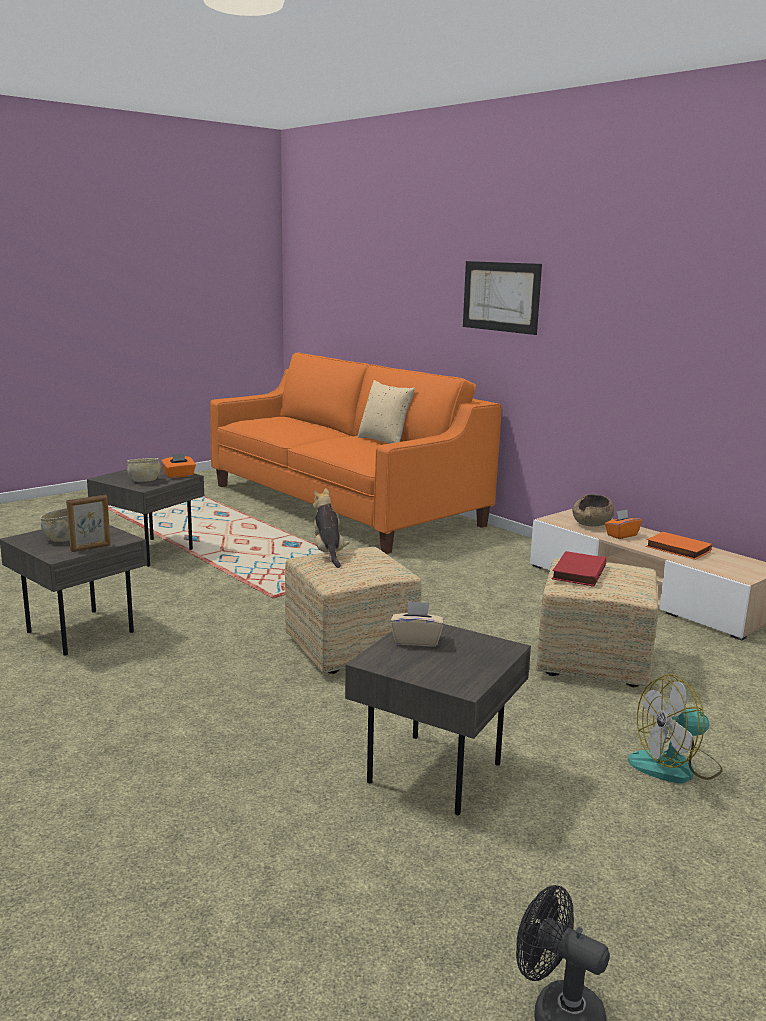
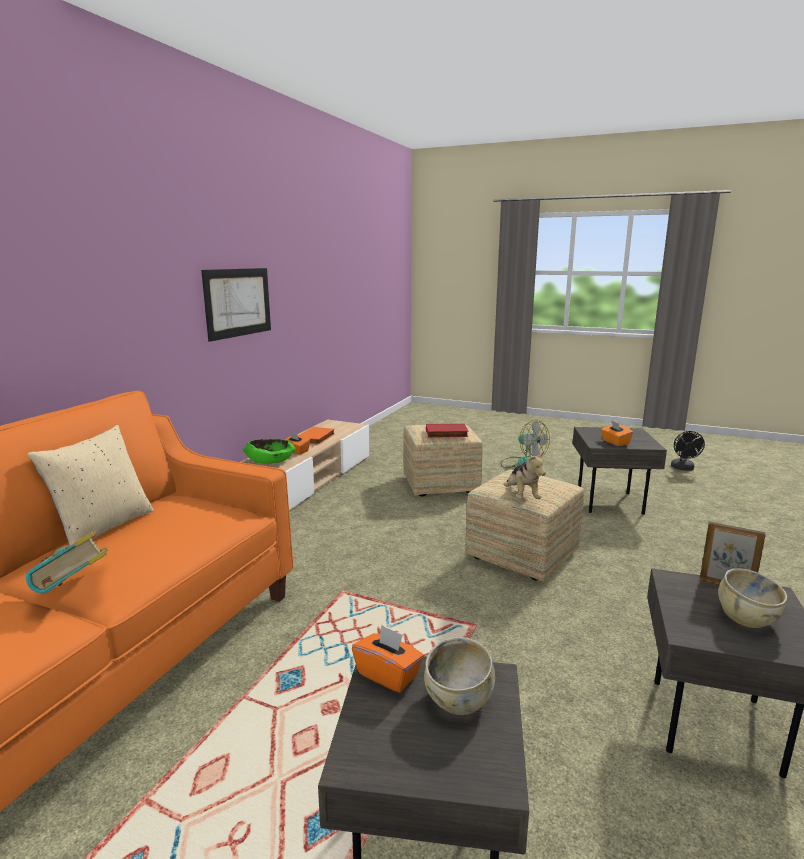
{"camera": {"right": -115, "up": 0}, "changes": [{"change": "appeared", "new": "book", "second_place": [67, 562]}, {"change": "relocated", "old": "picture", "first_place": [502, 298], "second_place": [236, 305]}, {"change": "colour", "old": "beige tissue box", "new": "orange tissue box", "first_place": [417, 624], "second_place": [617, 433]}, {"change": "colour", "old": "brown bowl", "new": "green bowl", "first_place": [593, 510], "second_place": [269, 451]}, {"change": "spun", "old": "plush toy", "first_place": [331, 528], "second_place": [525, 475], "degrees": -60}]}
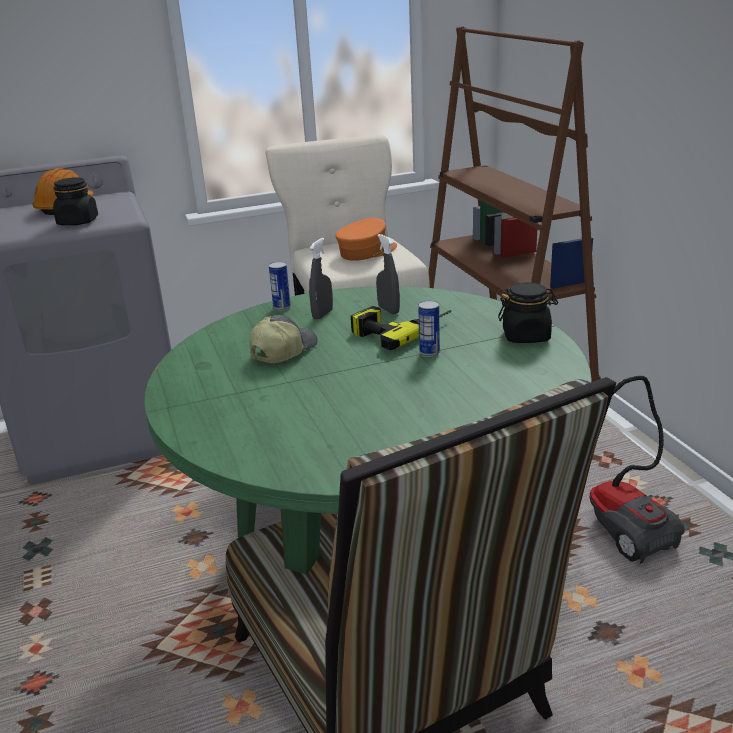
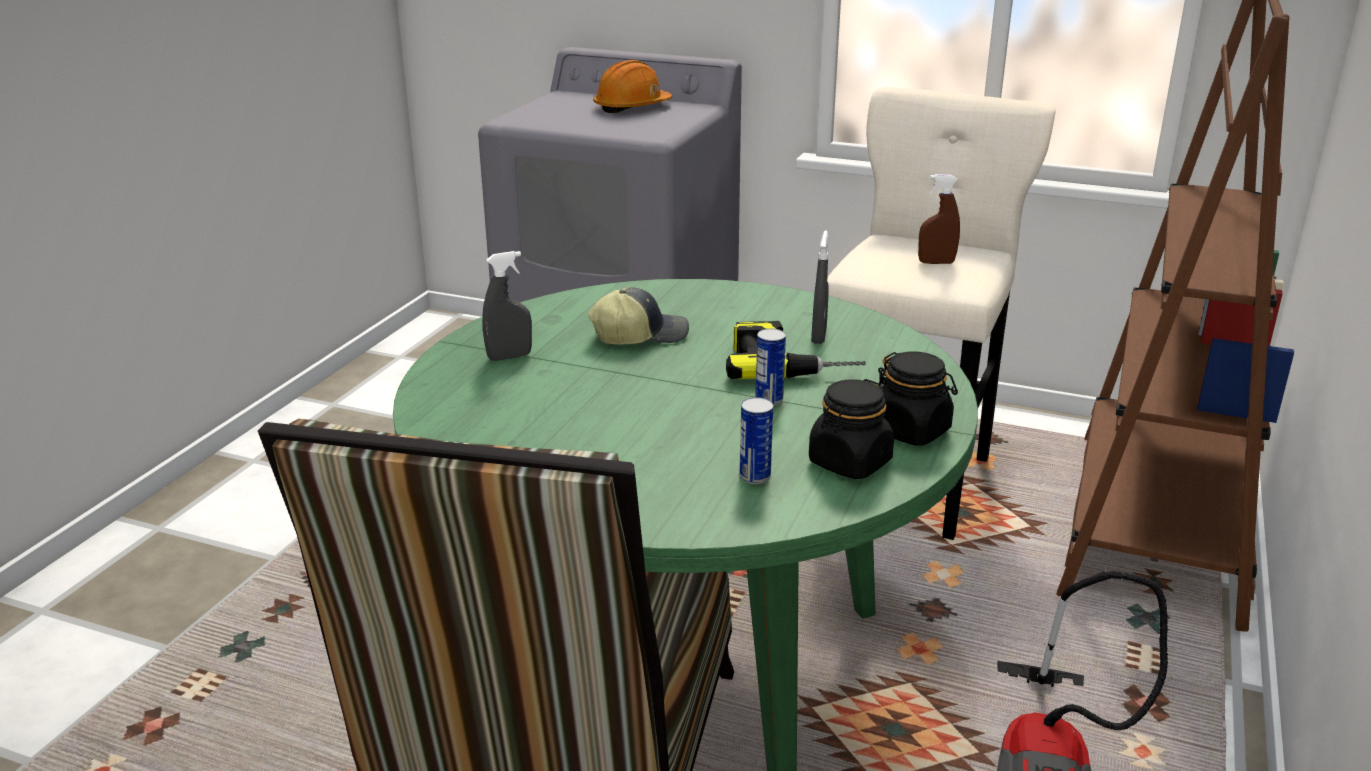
{"camera": {"right": 40, "up": 0}, "changes": [{"change": "relocated", "old": "black jar", "first_place": [75, 201], "second_place": [851, 429]}, {"change": "relocated", "old": "can", "first_place": [280, 286], "second_place": [756, 440]}, {"change": "relocated", "old": "grey spray bottle", "first_place": [321, 279], "second_place": [507, 306]}, {"change": "exchanged", "old": "orange cap", "new": "brown spray bottle", "first_place": [366, 239], "second_place": [939, 219]}]}
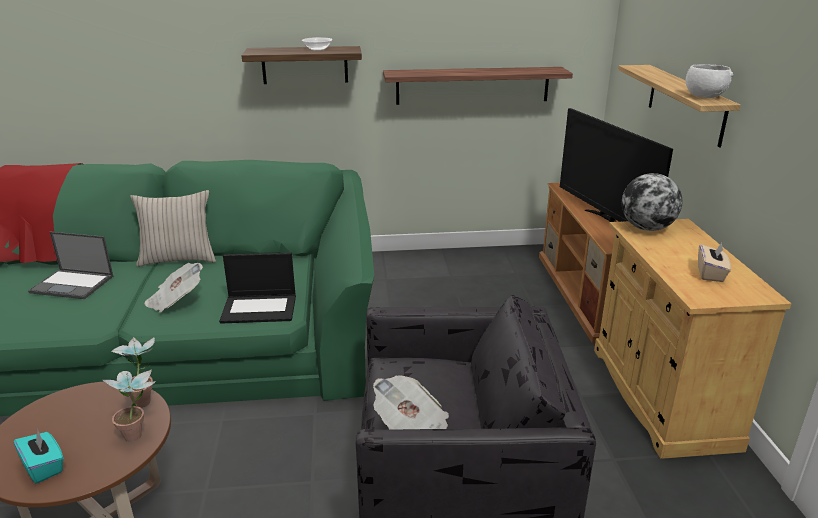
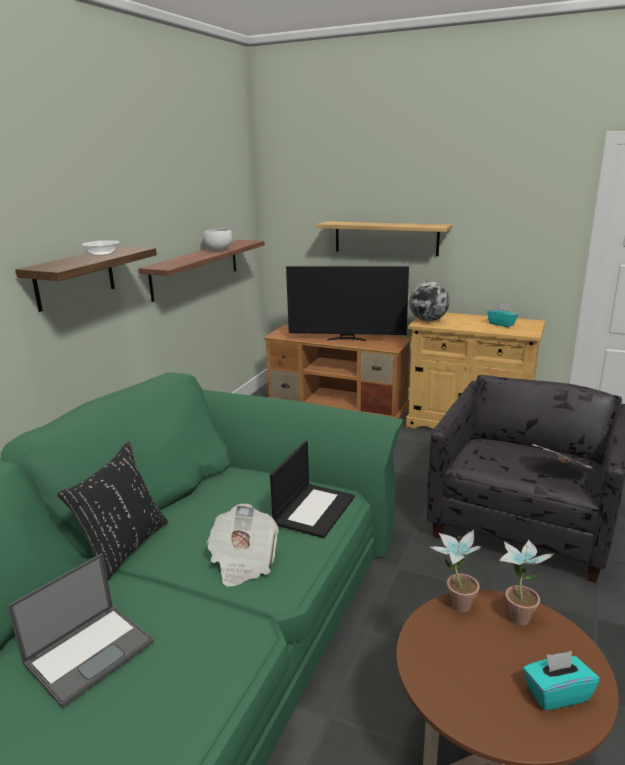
{"camera": {"right": -60, "up": -5}, "changes": [{"change": "relocated", "old": "white bowl", "first_place": [709, 81], "second_place": [217, 239]}, {"change": "colour", "old": "beige pillow", "new": "black pillow", "first_place": [173, 228], "second_place": [112, 511]}, {"change": "colour", "old": "beige tissue box", "new": "turquoise tissue box", "first_place": [714, 262], "second_place": [502, 315]}]}
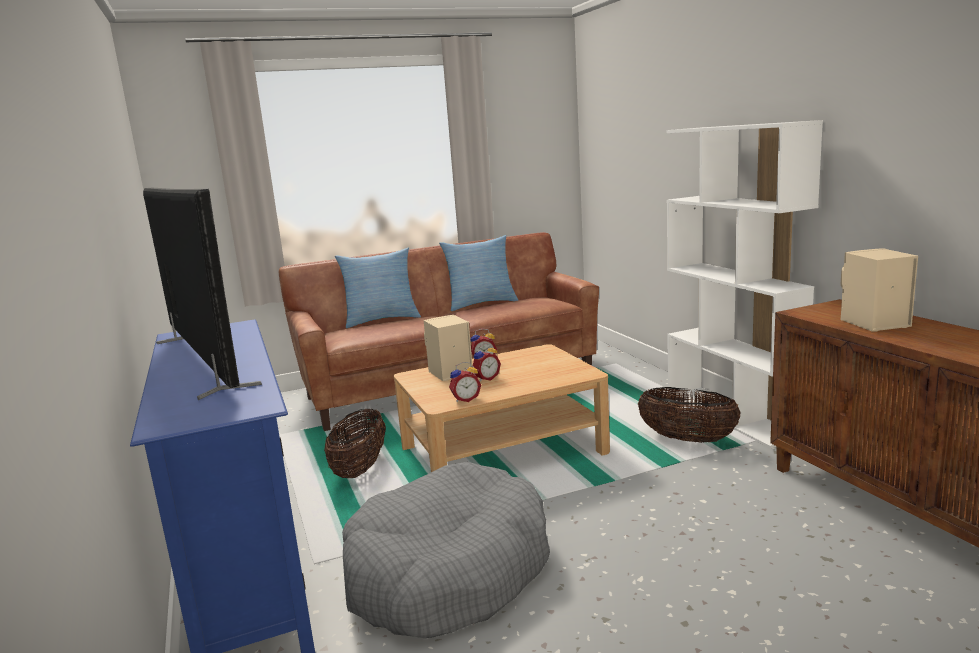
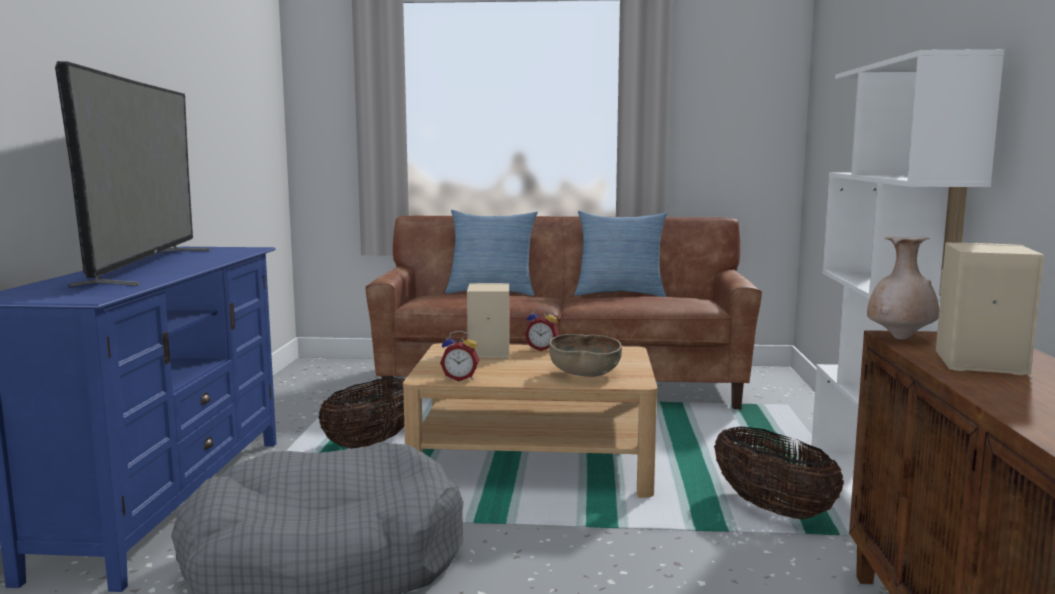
{"camera": {"right": 25, "up": -5}, "changes": [{"change": "missing", "old": "alarm clock", "first_place": [486, 362]}, {"change": "appeared", "new": "brown bowl", "second_place": [585, 355]}, {"change": "appeared", "new": "beige vase", "second_place": [903, 288]}]}
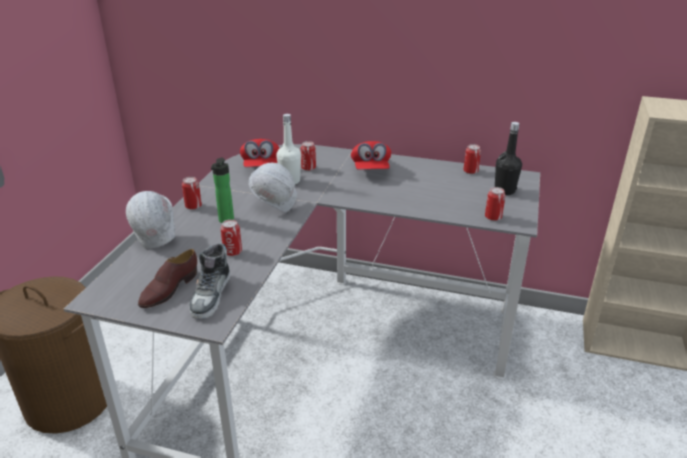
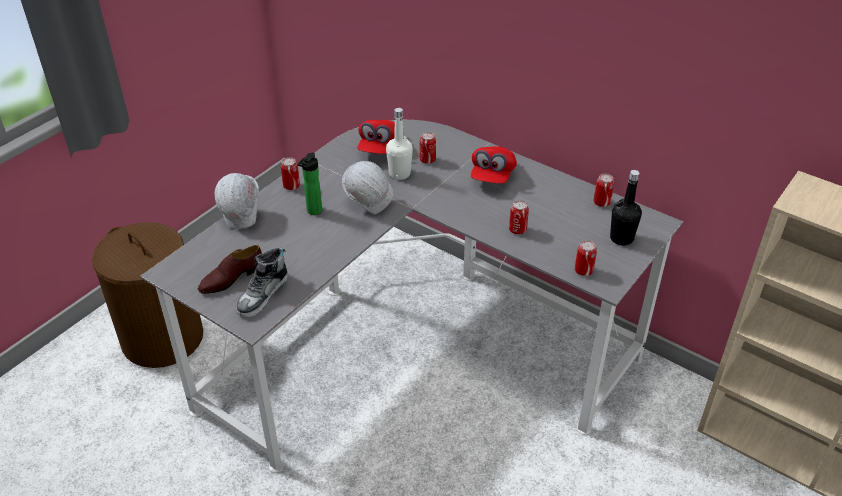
{"camera": {"right": 20, "up": 10}, "changes": [{"change": "relocated", "old": "can", "first_place": [231, 237], "second_place": [519, 217]}]}
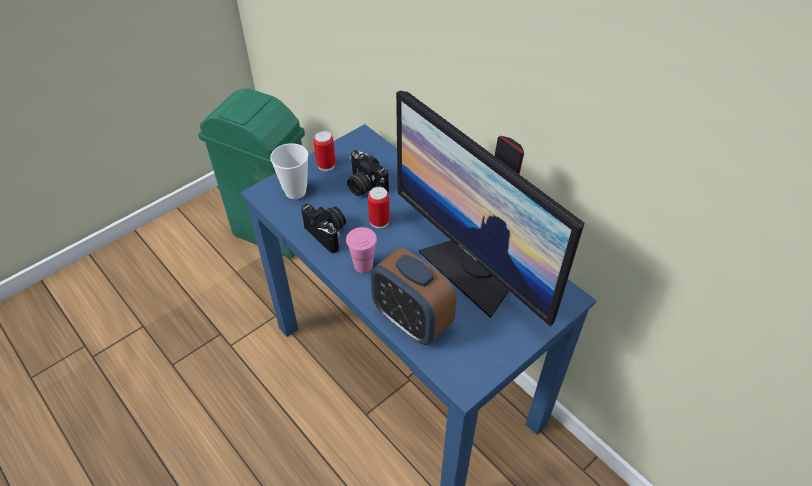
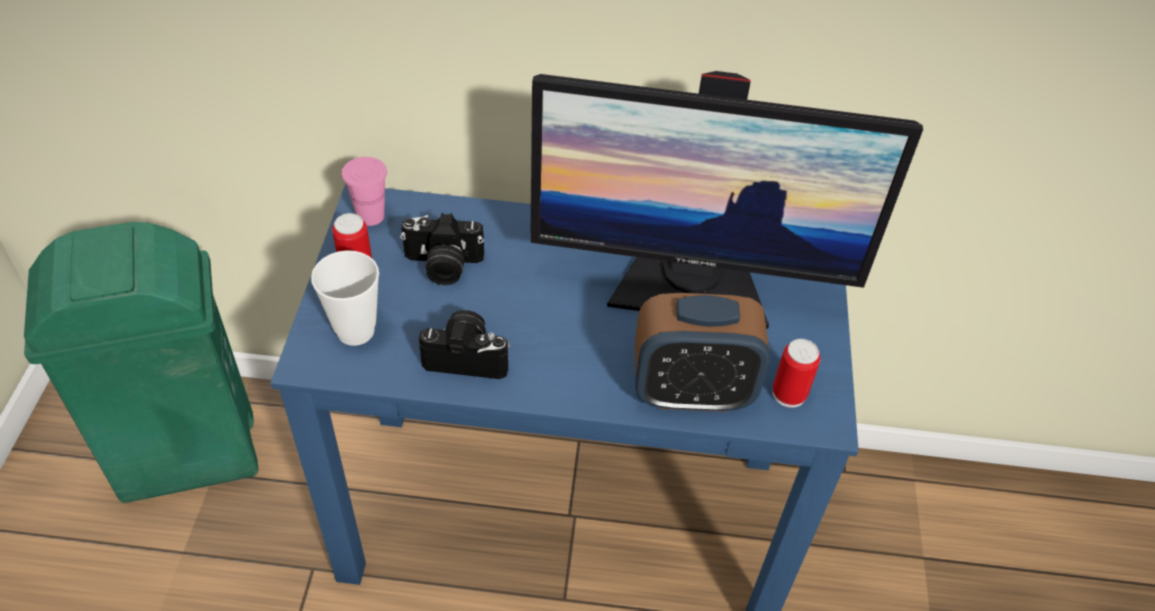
{"camera": {"right": -45, "up": 0}, "changes": [{"change": "relocated", "old": "pink cup", "first_place": [361, 250], "second_place": [364, 191]}, {"change": "relocated", "old": "can", "first_place": [379, 208], "second_place": [796, 373]}]}
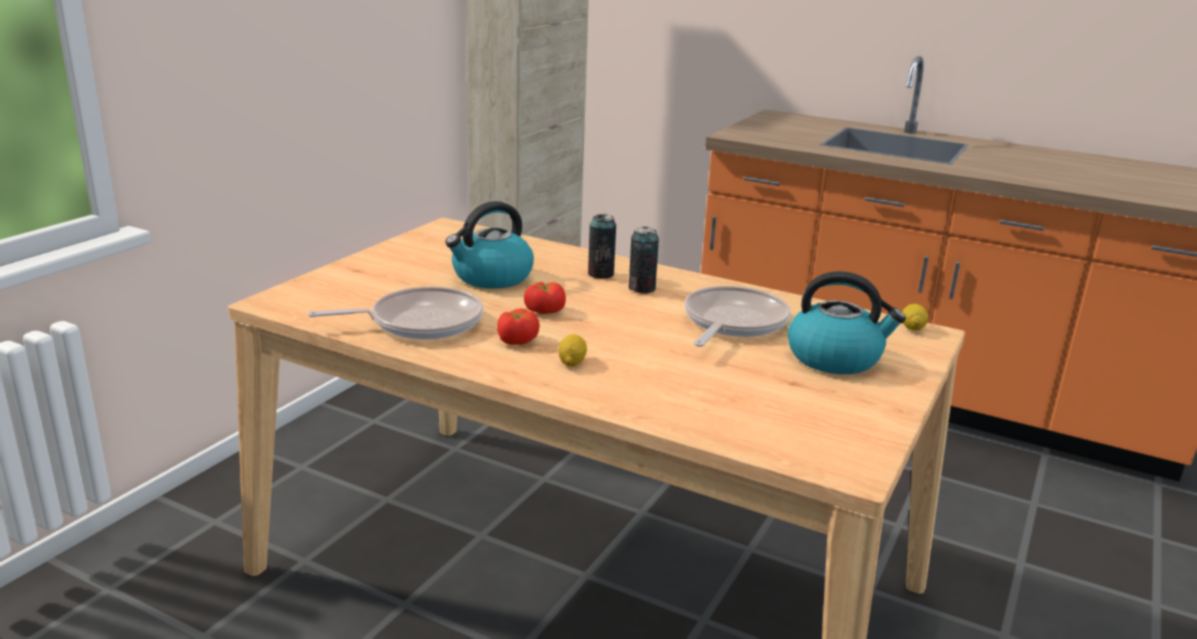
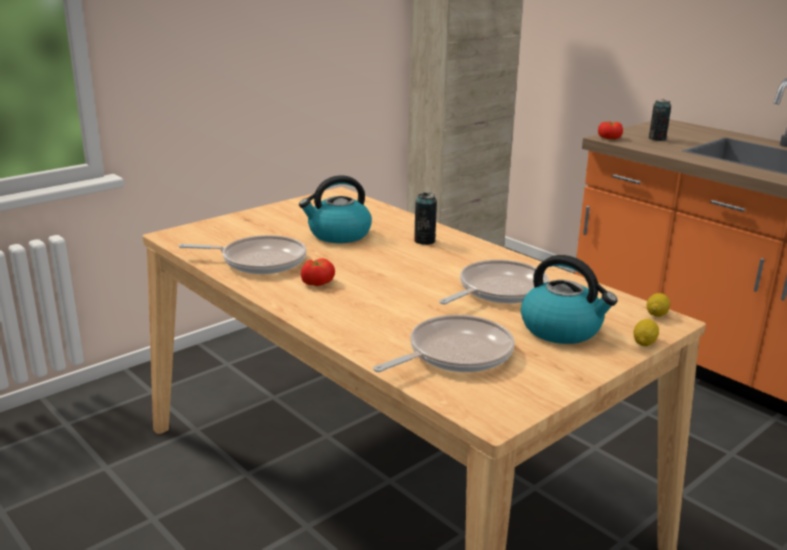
{"camera": {"right": 20, "up": 0}, "changes": [{"change": "appeared", "new": "frying pan", "second_place": [444, 343]}, {"change": "relocated", "old": "tomato", "first_place": [545, 298], "second_place": [610, 130]}, {"change": "relocated", "old": "lemon", "first_place": [572, 350], "second_place": [646, 332]}, {"change": "relocated", "old": "can", "first_place": [644, 260], "second_place": [660, 120]}]}
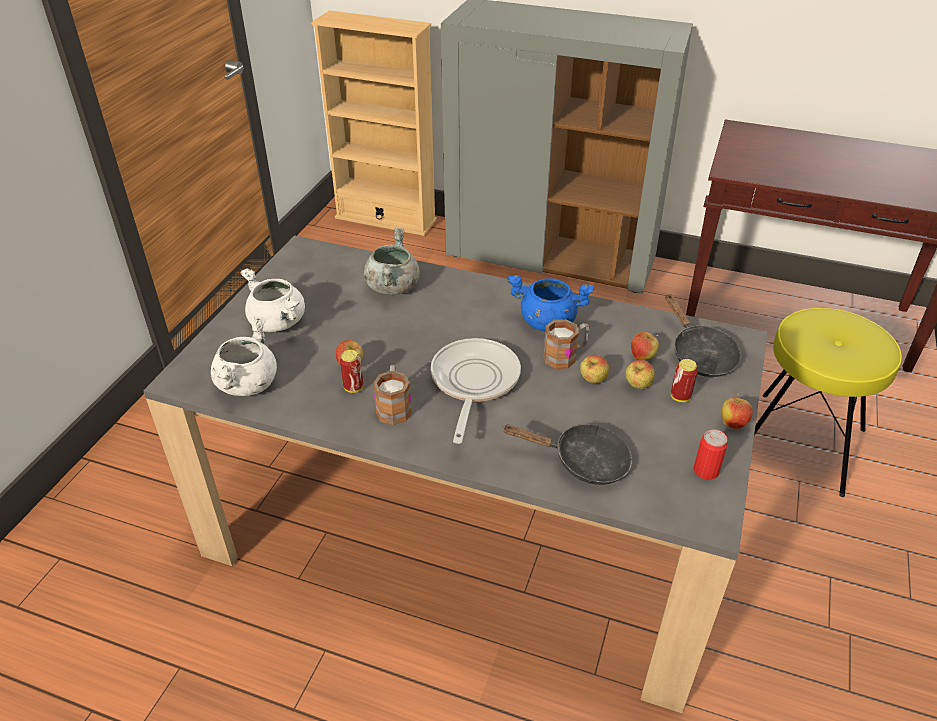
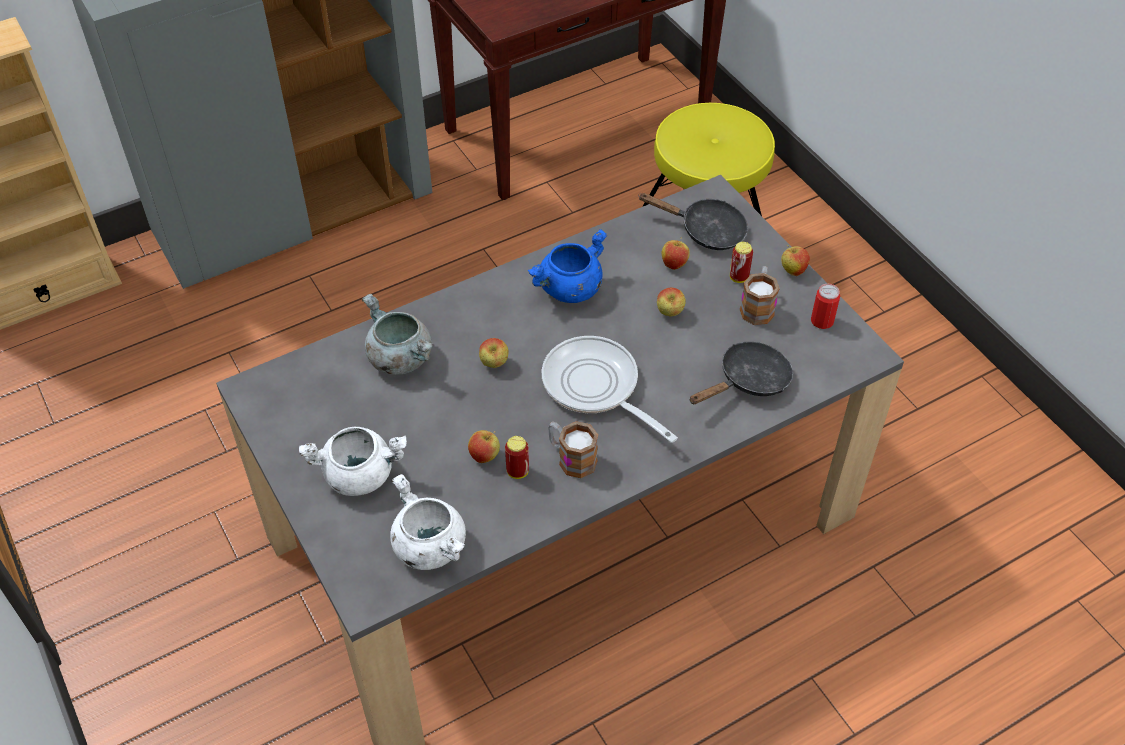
{"camera": {"right": -50, "up": 10}, "changes": [{"change": "relocated", "old": "mug", "first_place": [566, 344], "second_place": [760, 295]}, {"change": "relocated", "old": "apple", "first_place": [640, 374], "second_place": [494, 353]}]}
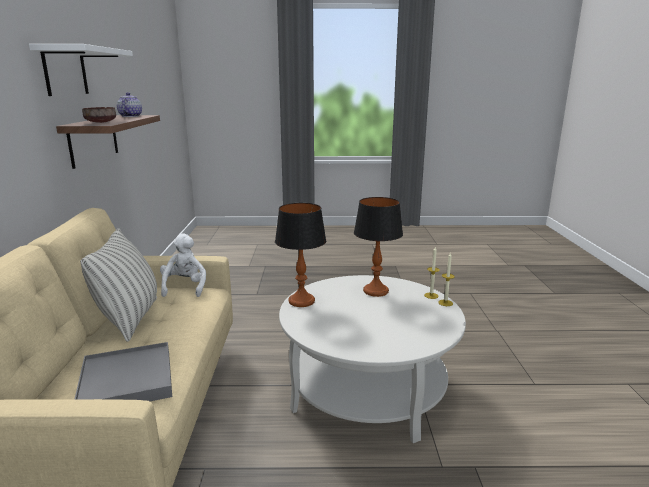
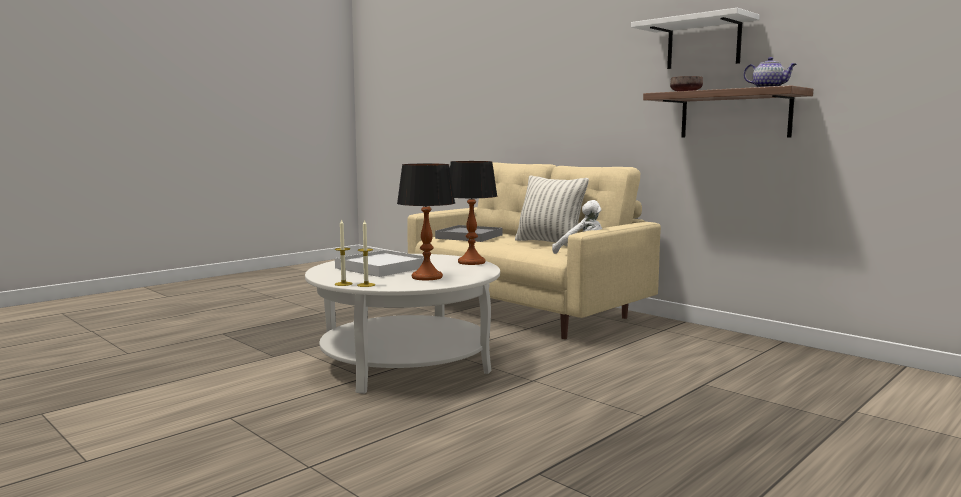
{"camera": {"right": 135, "up": -10}, "changes": [{"change": "appeared", "new": "white tray", "second_place": [379, 263]}]}
